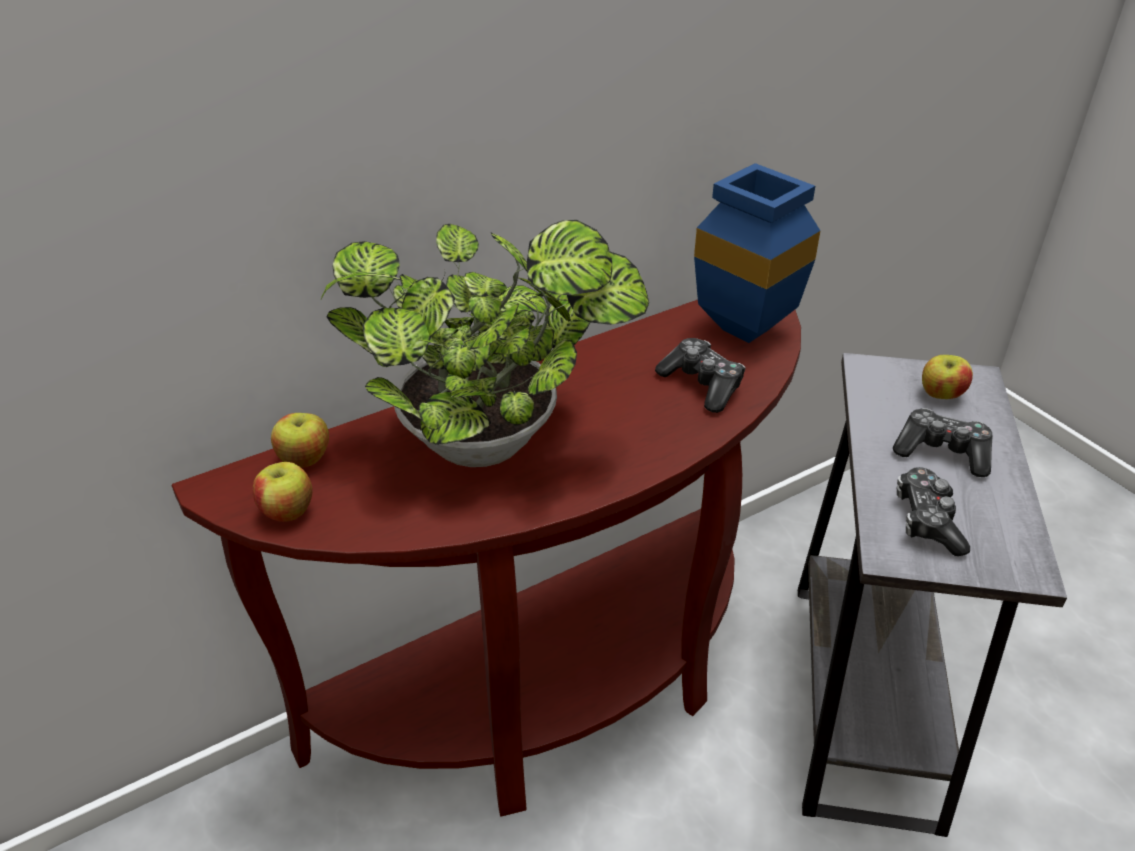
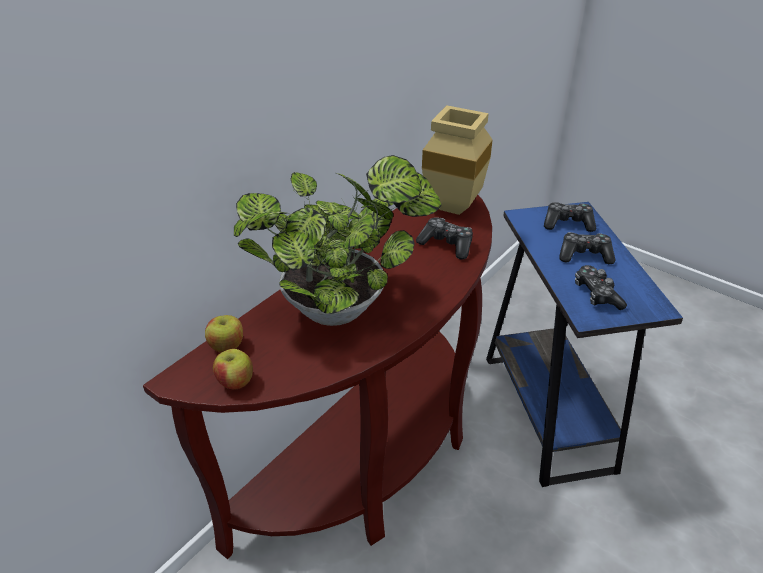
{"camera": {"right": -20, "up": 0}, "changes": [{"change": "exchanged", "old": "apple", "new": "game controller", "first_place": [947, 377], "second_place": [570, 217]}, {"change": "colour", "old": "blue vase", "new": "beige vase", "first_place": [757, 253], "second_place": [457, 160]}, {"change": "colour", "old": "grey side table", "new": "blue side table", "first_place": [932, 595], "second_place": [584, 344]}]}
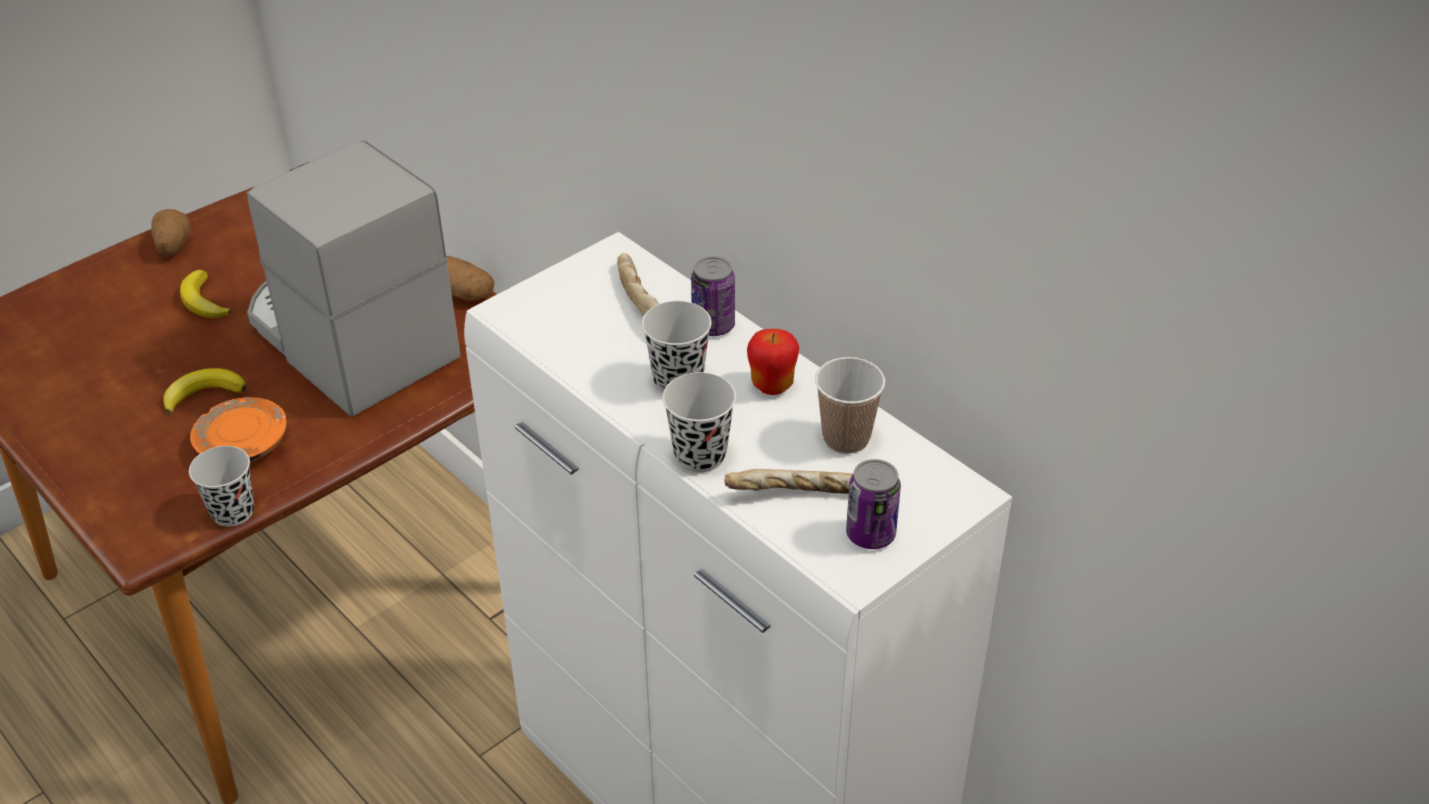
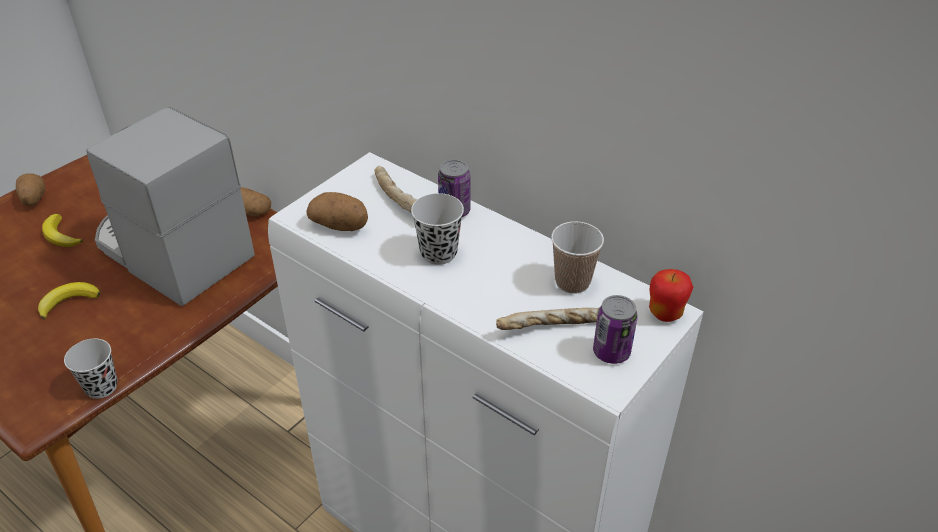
{"camera": {"right": -10, "up": 0}, "changes": [{"change": "missing", "old": "orange plate", "first_place": [238, 429]}, {"change": "missing", "old": "black cup", "first_place": [699, 422]}, {"change": "appeared", "new": "potato", "second_place": [337, 211]}, {"change": "relocated", "old": "apple", "first_place": [773, 362], "second_place": [671, 295]}]}
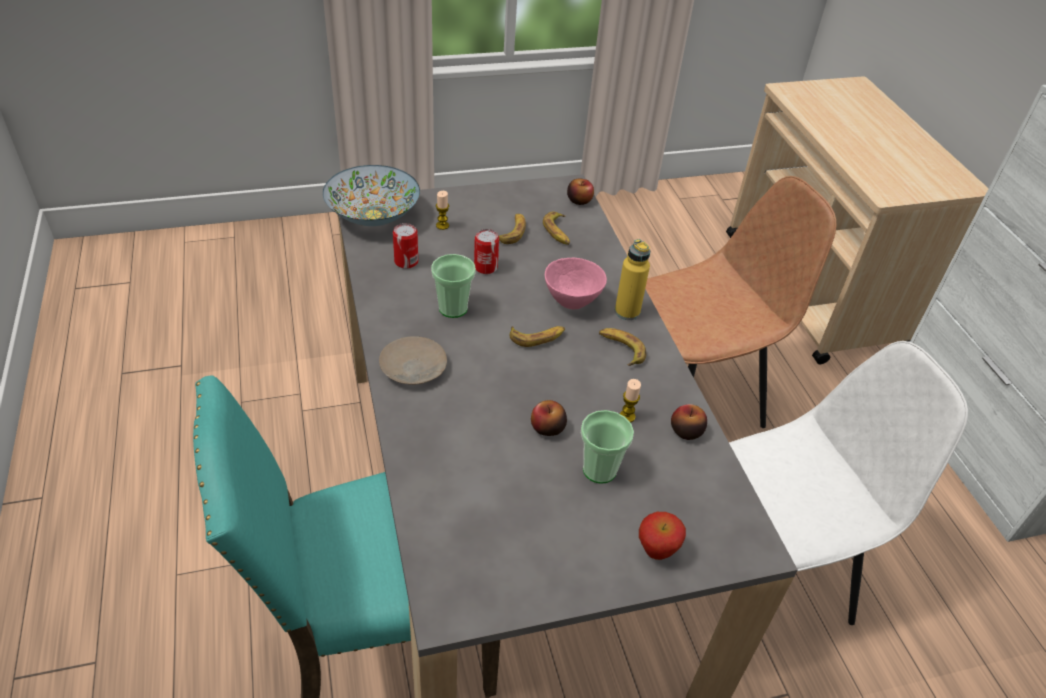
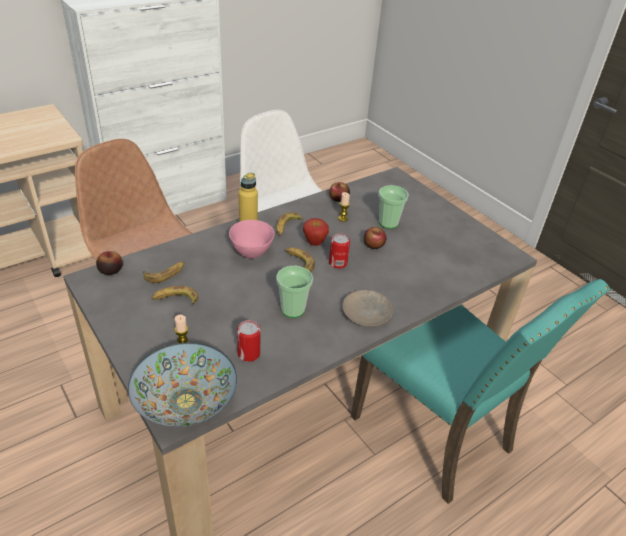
{"camera": {"right": -110, "up": -5}, "changes": [{"change": "relocated", "old": "can", "first_place": [486, 251], "second_place": [339, 251]}, {"change": "relocated", "old": "apple", "first_place": [662, 536], "second_place": [316, 232]}]}
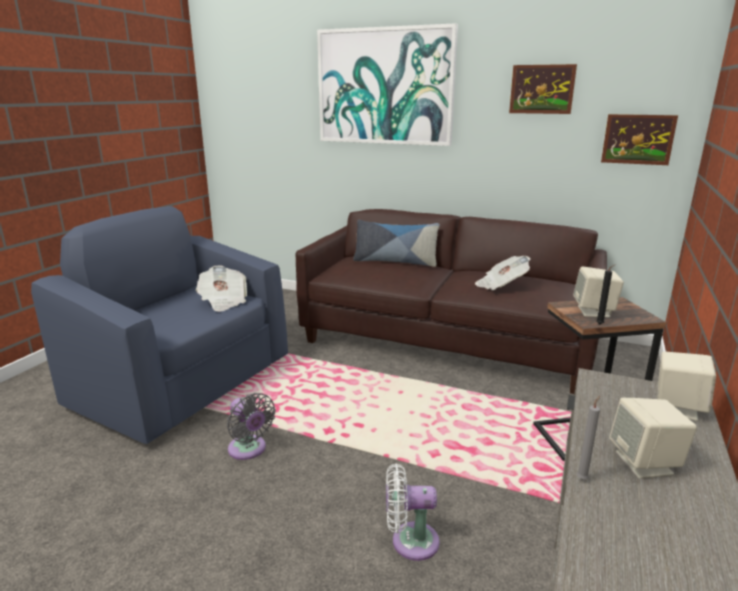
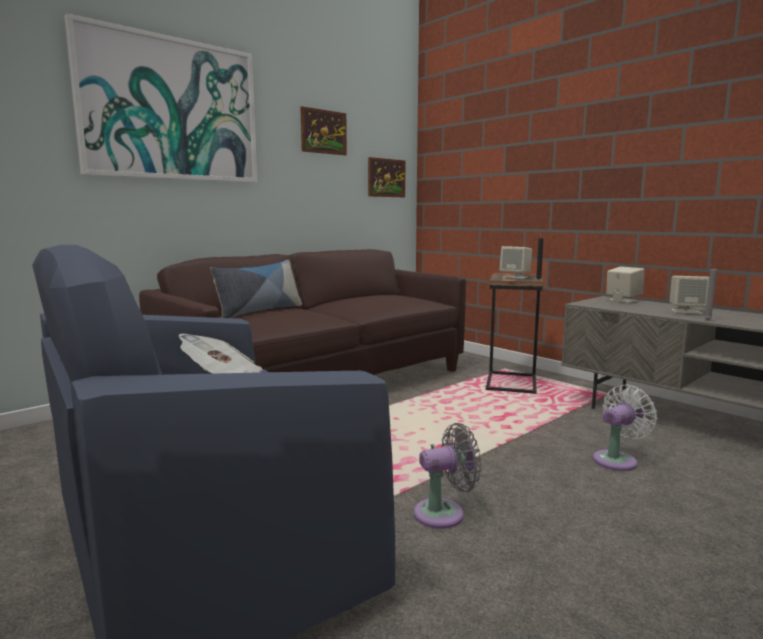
{"camera": {"right": -65, "up": -10}, "changes": [{"change": "missing", "old": "newspaper", "first_place": [503, 273]}, {"change": "spun", "old": "white fan", "first_place": [413, 512], "second_place": [625, 427], "degrees": -150}]}
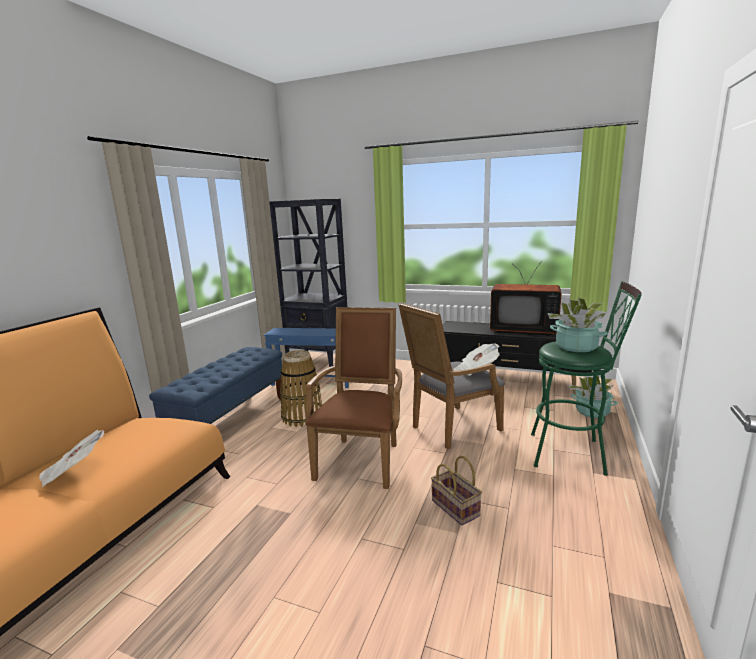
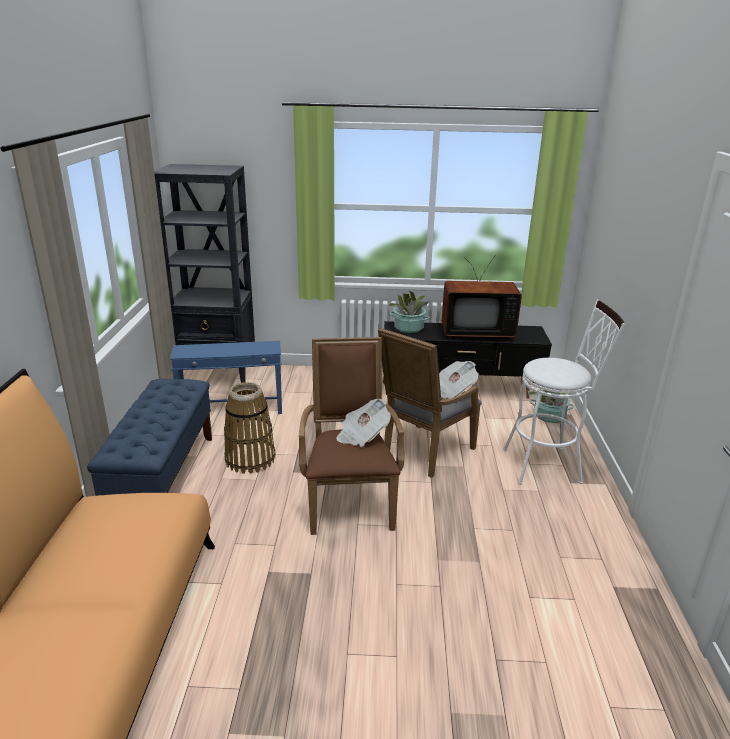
{"camera": {"right": -20, "up": 10}, "changes": [{"change": "missing", "old": "basket", "first_place": [456, 491]}, {"change": "relocated", "old": "newspaper", "first_place": [71, 459], "second_place": [363, 423]}, {"change": "relocated", "old": "potted plant", "first_place": [578, 325], "second_place": [409, 312]}, {"change": "colour", "old": "green stool", "new": "white stool", "first_place": [586, 378], "second_place": [564, 392]}]}
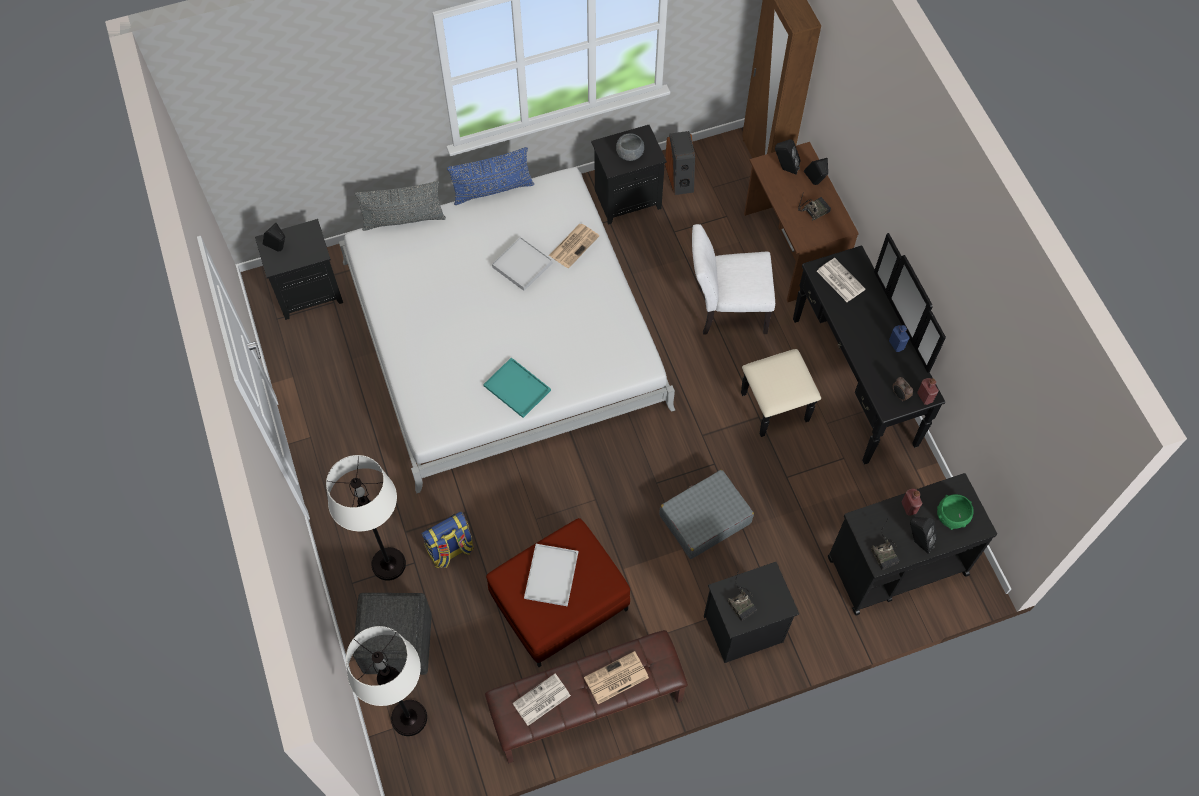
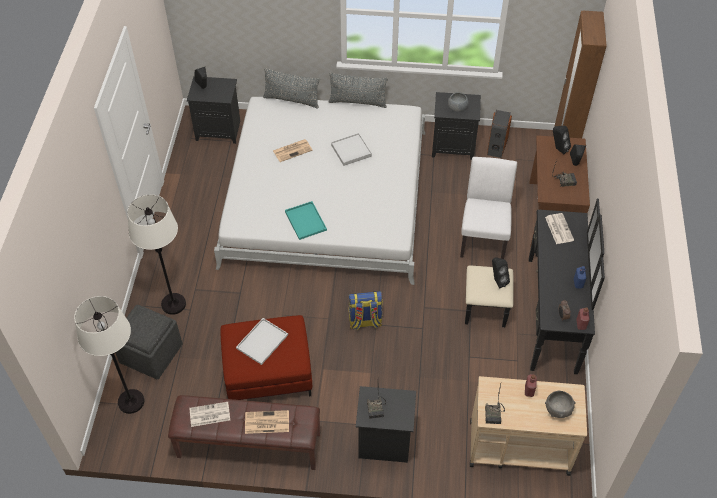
{"camera": {"right": 25, "up": -10}, "changes": [{"change": "missing", "old": "grey suitcase", "first_place": [706, 514]}, {"change": "relocated", "old": "backpack", "first_place": [447, 539], "second_place": [366, 310]}, {"change": "relocated", "old": "newspaper", "first_place": [574, 246], "second_place": [293, 150]}, {"change": "relocated", "old": "black speaker", "first_place": [924, 535], "second_place": [501, 273]}, {"change": "colour", "old": "blue pillow", "new": "grey pillow", "first_place": [490, 176], "second_place": [358, 90]}, {"change": "colour", "old": "black cart", "new": "beige cart", "first_place": [912, 544], "second_place": [528, 426]}, {"change": "colour", "old": "green bowl", "new": "grey bowl", "first_place": [955, 512], "second_place": [560, 404]}, {"change": "spun", "old": "white chair", "first_place": [733, 279], "second_place": [488, 208], "degrees": 75}]}
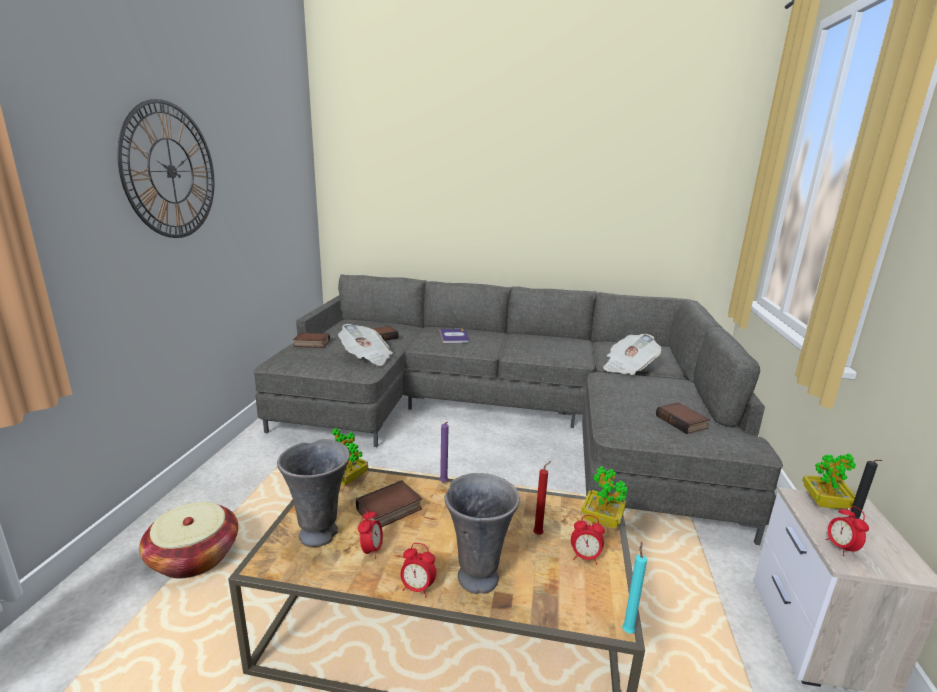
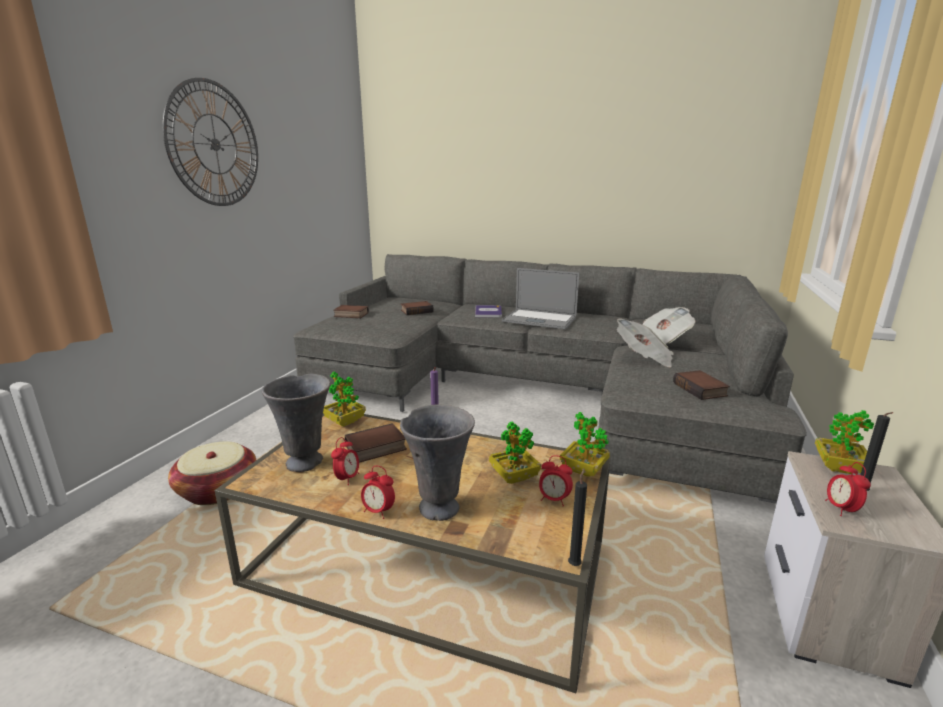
{"camera": {"right": 10, "up": 0}, "changes": [{"change": "appeared", "new": "laptop", "second_place": [540, 298]}, {"change": "relocated", "old": "newspaper", "first_place": [365, 345], "second_place": [645, 342]}, {"change": "exchanged", "old": "red candle", "new": "potted plant", "first_place": [542, 498], "second_place": [515, 453]}, {"change": "colour", "old": "turquoise candle", "new": "black candle", "first_place": [634, 587], "second_place": [577, 517]}]}
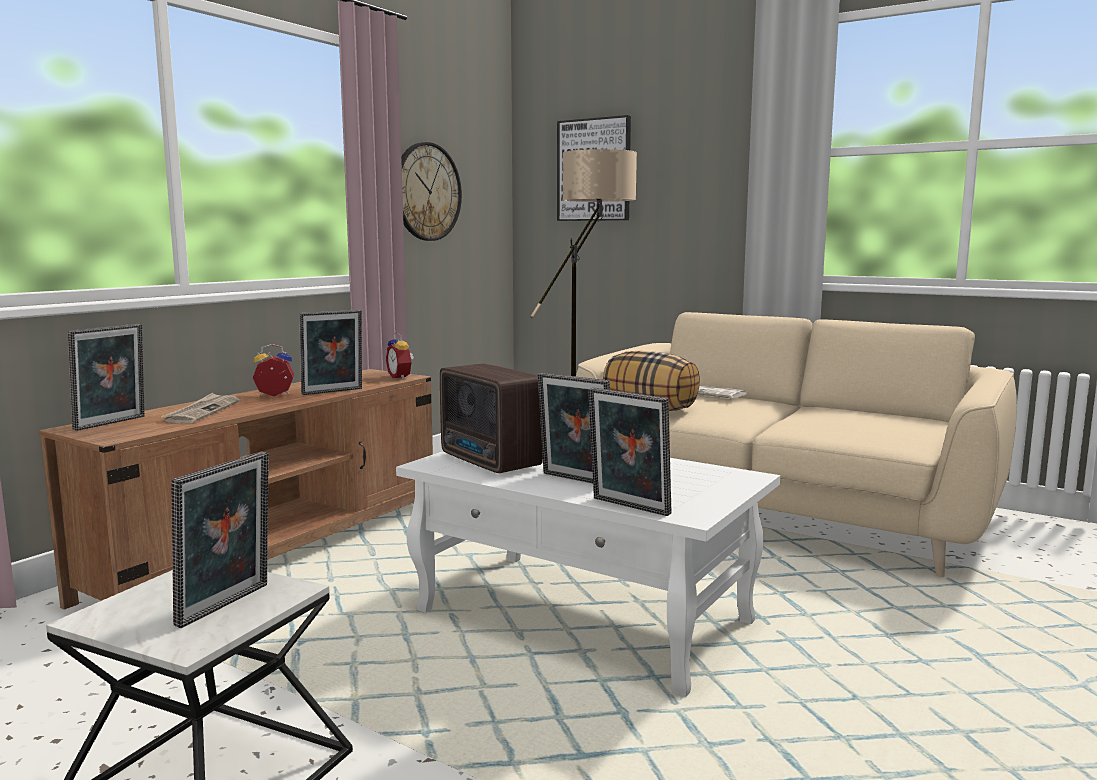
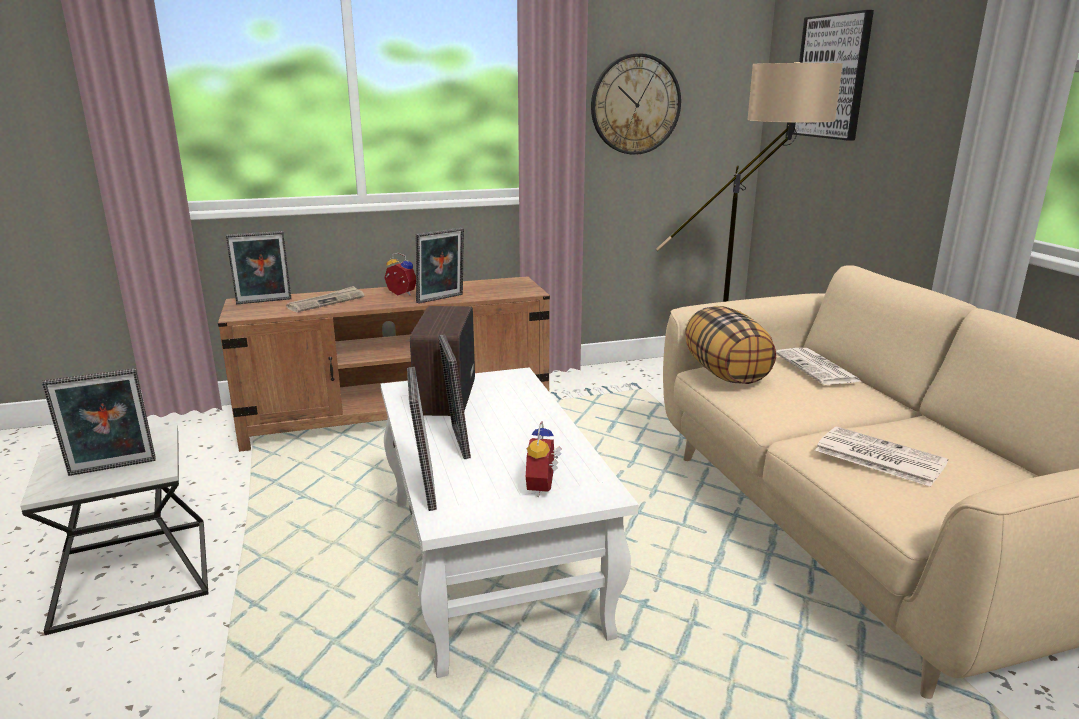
{"camera": {"right": 40, "up": 10}, "changes": [{"change": "appeared", "new": "newspaper", "second_place": [881, 457]}, {"change": "relocated", "old": "alarm clock", "first_place": [400, 355], "second_place": [544, 459]}, {"change": "spun", "old": "picture frame", "first_place": [330, 352], "second_place": [439, 266], "degrees": -45}]}
